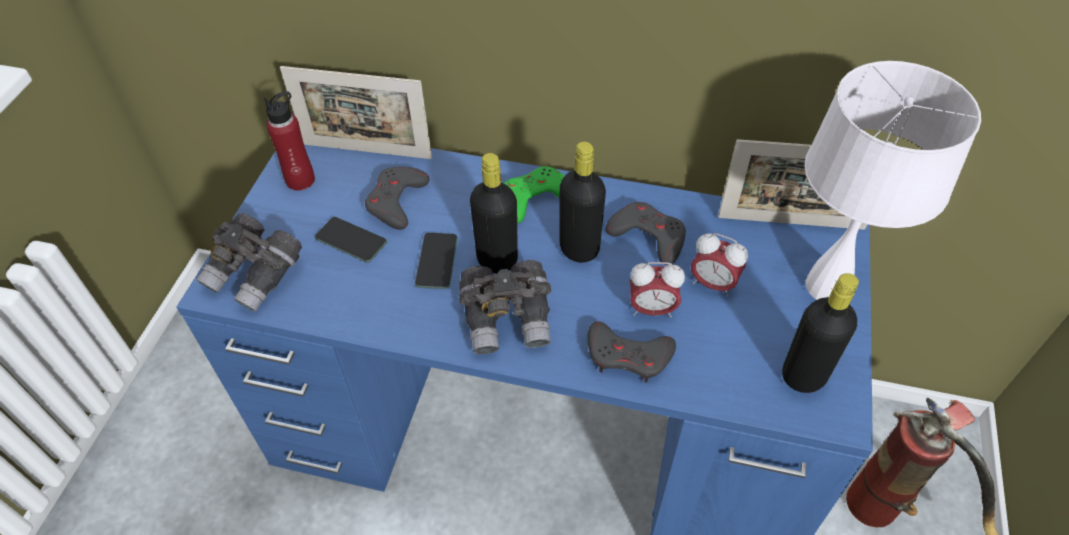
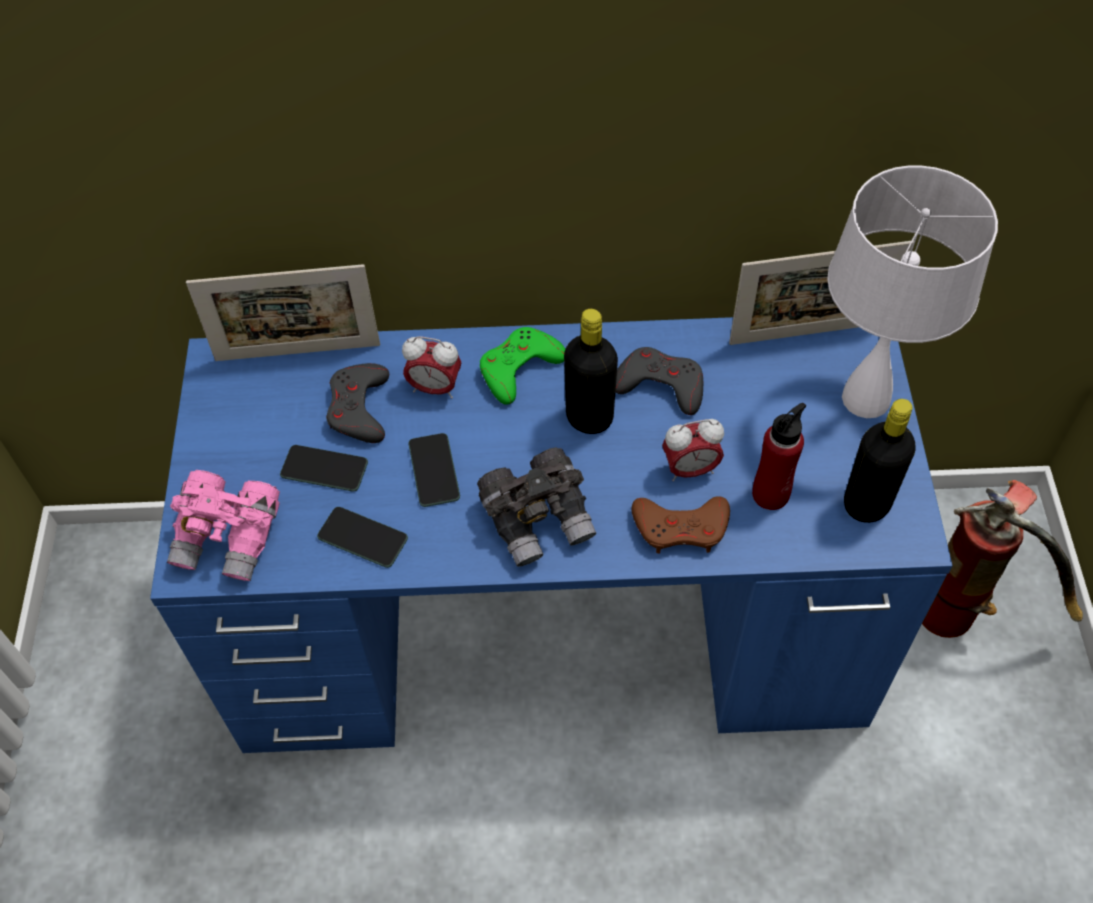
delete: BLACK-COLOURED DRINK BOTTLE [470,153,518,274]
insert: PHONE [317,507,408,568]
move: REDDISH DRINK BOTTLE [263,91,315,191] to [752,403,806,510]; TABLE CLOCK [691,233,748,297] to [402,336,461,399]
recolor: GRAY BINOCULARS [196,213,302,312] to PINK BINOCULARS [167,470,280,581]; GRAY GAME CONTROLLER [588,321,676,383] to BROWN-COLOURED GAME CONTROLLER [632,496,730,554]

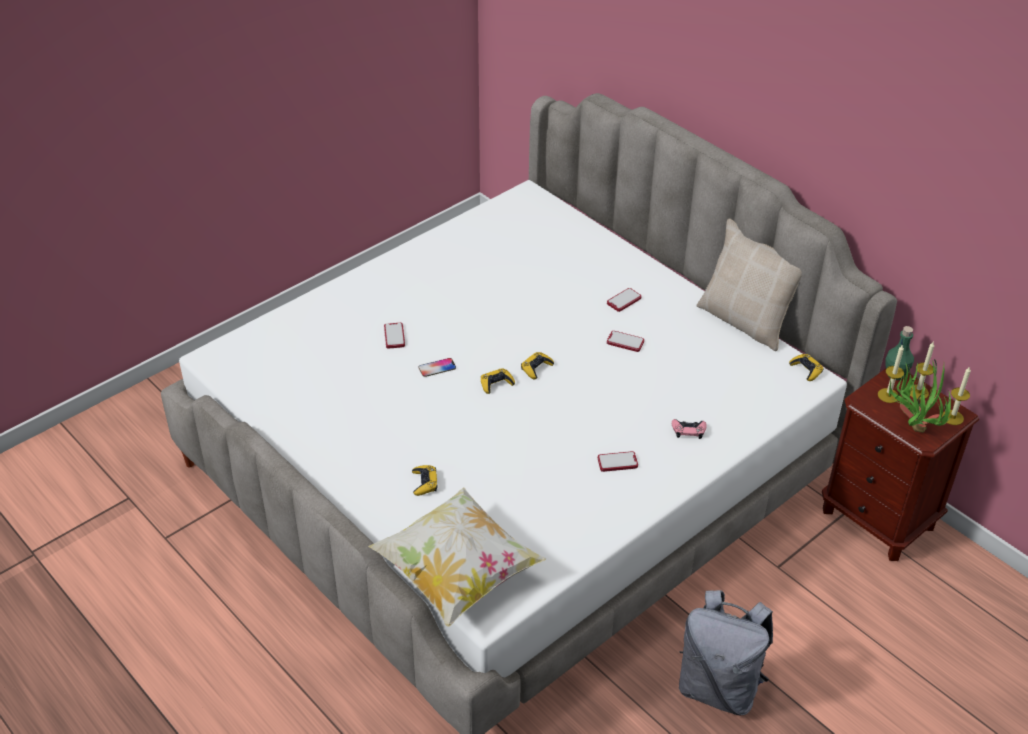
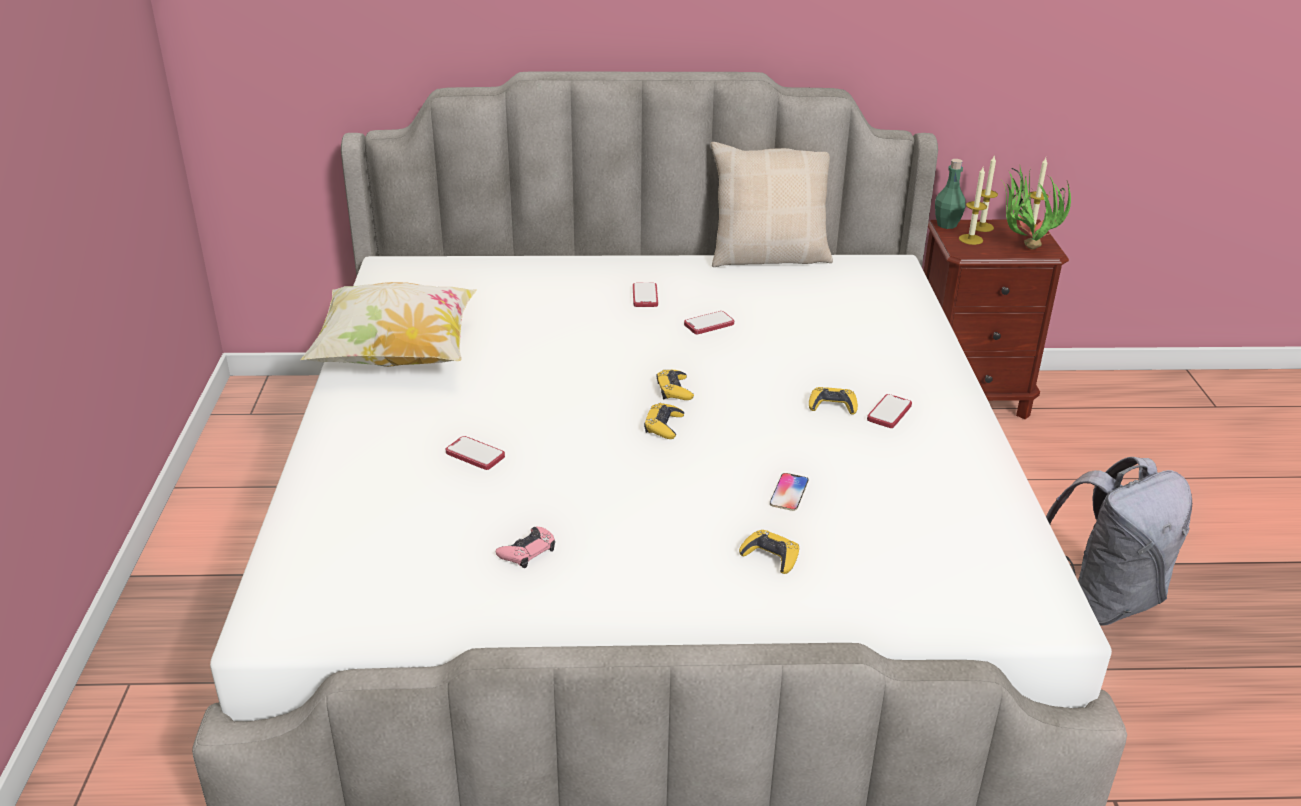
move: THROW PILLOW [368,487,546,627] to [300,282,477,367]; PHONE [419,358,456,377] to [770,473,809,511]; PINK GAME CONTROLLER [672,419,707,439] to [496,527,555,568]; YELLOWISH GAME CONTROLLER [789,354,824,381] to [809,387,858,415]

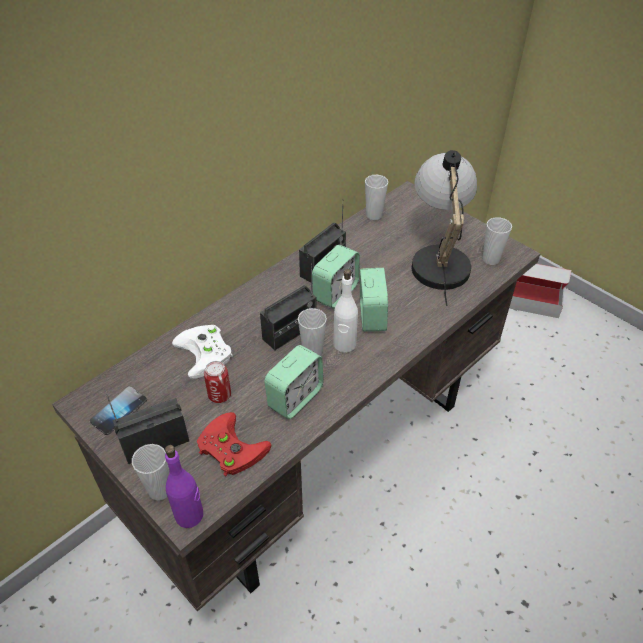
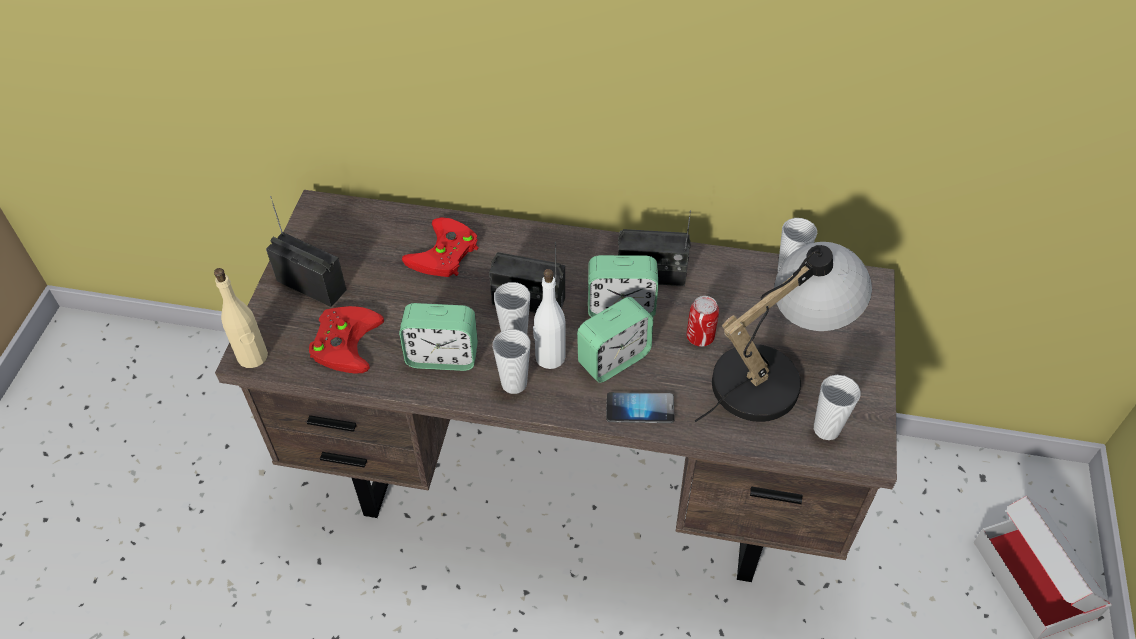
move: PHONE [90,386,147,435] to [606,392,674,423]; CUP [132,444,169,500] to [493,329,530,394]; METAL CAN [204,361,231,403] to [686,296,719,347]
recolor: PURPLISH DRINK BOTTLE [165,445,203,528] to BEIGE-COLOURED DRINK BOTTLE [214,268,268,368]; WHITE-COLOURED GAME CONTROLLER [172,325,233,379] to REDDISH GAME CONTROLLER [402,217,478,277]

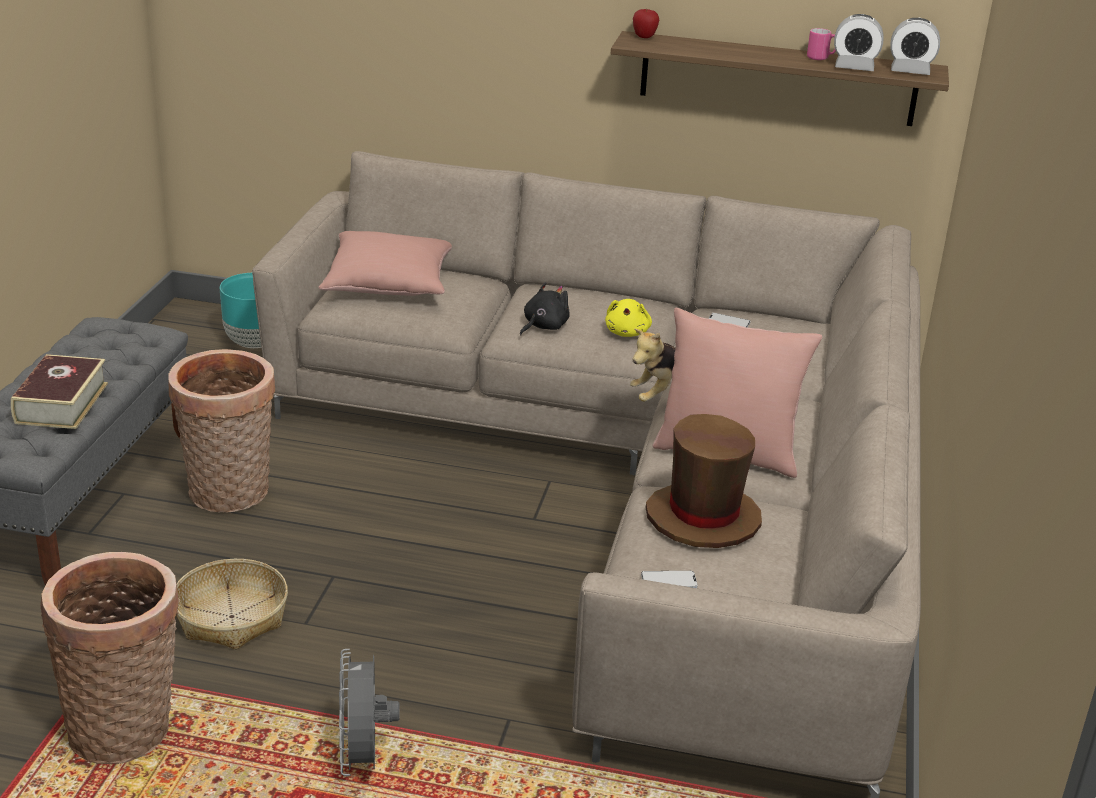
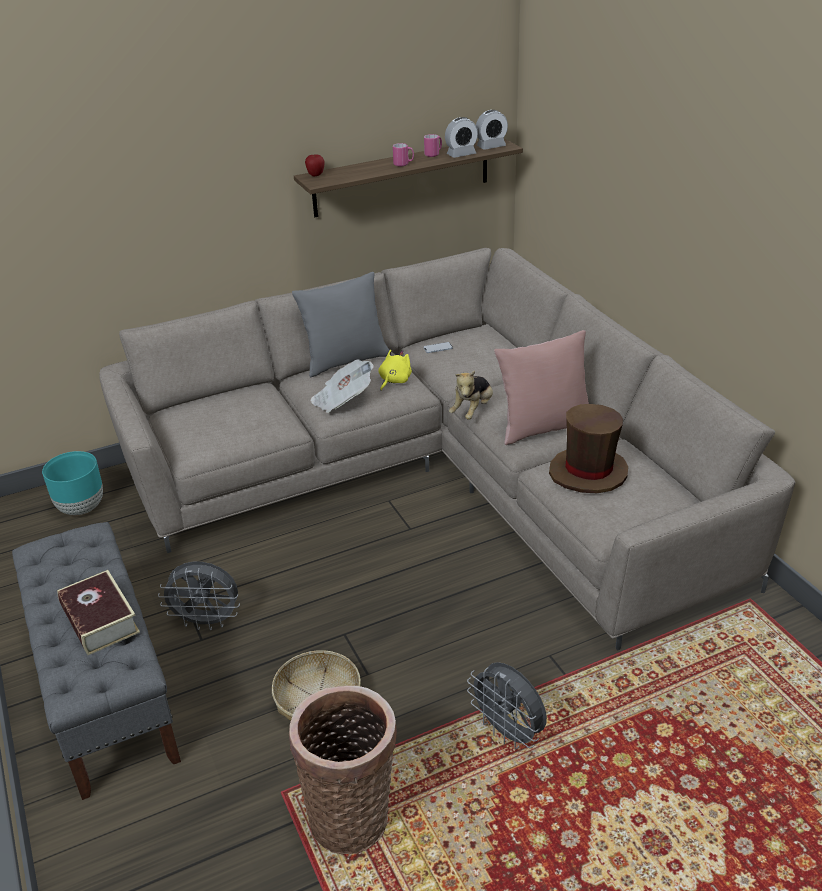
delete: PINK THROW PILLOW [318,231,452,296]; PHONE [641,571,698,588]
insert: GRAY THROW PILLOW [292,272,391,377]; PINK TEA MUG [393,143,414,166]
replace: HOUSEHOLD BASKET [168,349,275,512] to GRAY ELECTRIC FAN [158,562,240,630]; BLACK-COLOURED PLUSH TOY [520,282,569,335] to PRINTED PAPER [310,360,374,413]
rotate: YELLOWISH PLUSH TOY [605,299,652,337] = [379,350,412,391] 120 degrees counterclockwise

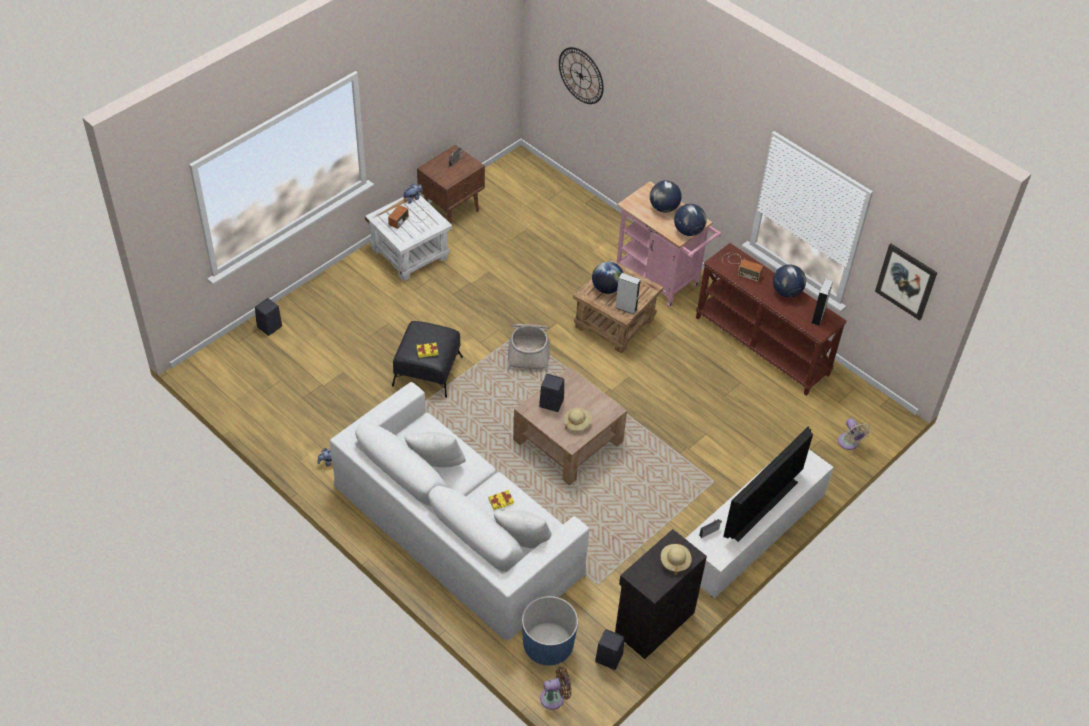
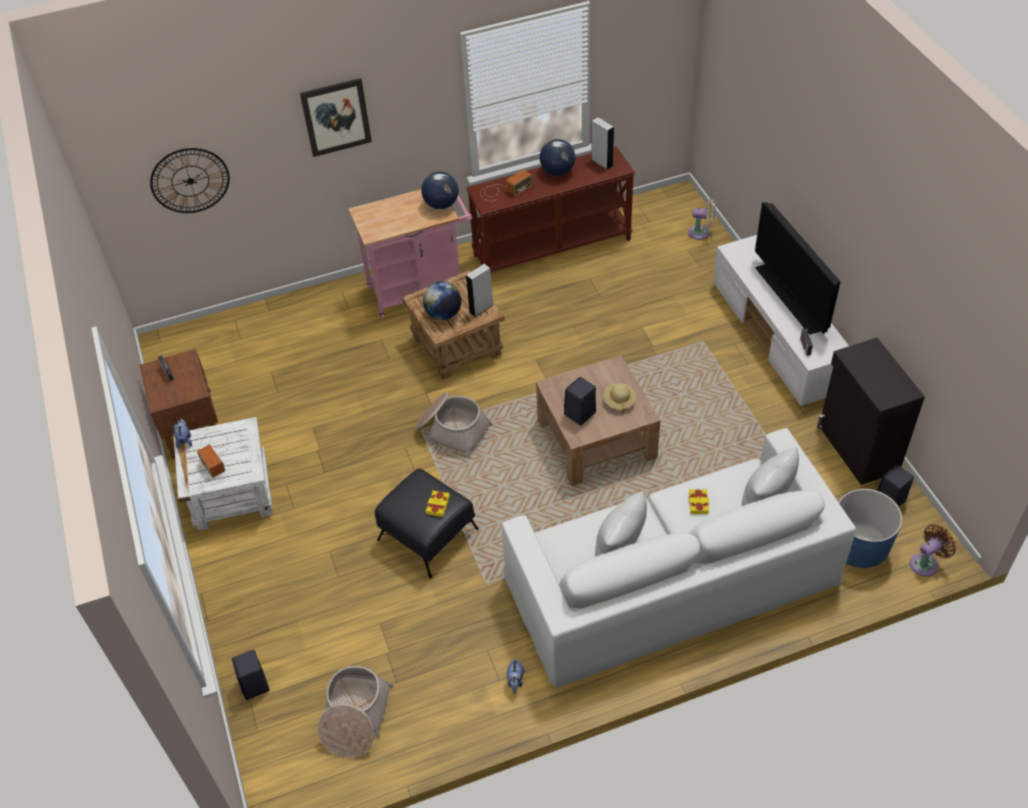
delete: WORLD GLOBE [650,181,682,213]; BEIGE-COLOURED HAT [661,544,692,575]
insert: HOUSEHOLD BASKET [318,666,393,758]
move: WALL ART [875,244,937,321] to [300,78,372,157]
rotate: BROWN-COLOURED ELECTRIC FAN [540,666,571,710] = [910,524,956,577] 45 degrees clockwise

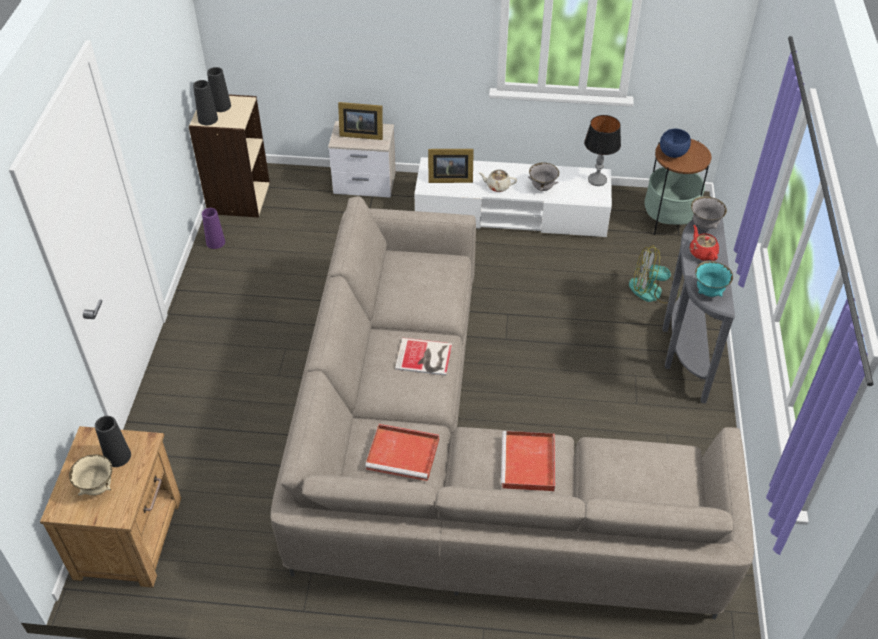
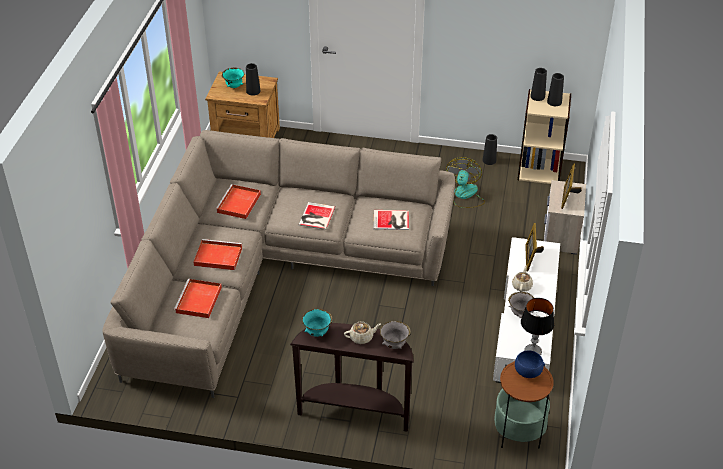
insert: REDDISH SERVING TRAY [174,279,222,318]; BOOK [373,210,409,230]
move: ELECTRIC FAN [629,245,679,303] to [446,157,485,208]
recolor: BEIGE-COLOURED BOWL [69,454,112,495] to TURQUOISE BOWL [222,68,244,88]; PURPLISH DECORATIVE VASE [202,208,225,249] to BLACK-COLOURED DECORATIVE VASE [482,134,497,165]; GRAY NARROW TABLE [663,218,735,403] to BROWN-COLOURED NARROW TABLE [290,323,414,432]; REDDISH POT FOR TEA [690,225,719,261] to BEIGE-COLOURED POT FOR TEA [344,321,381,344]

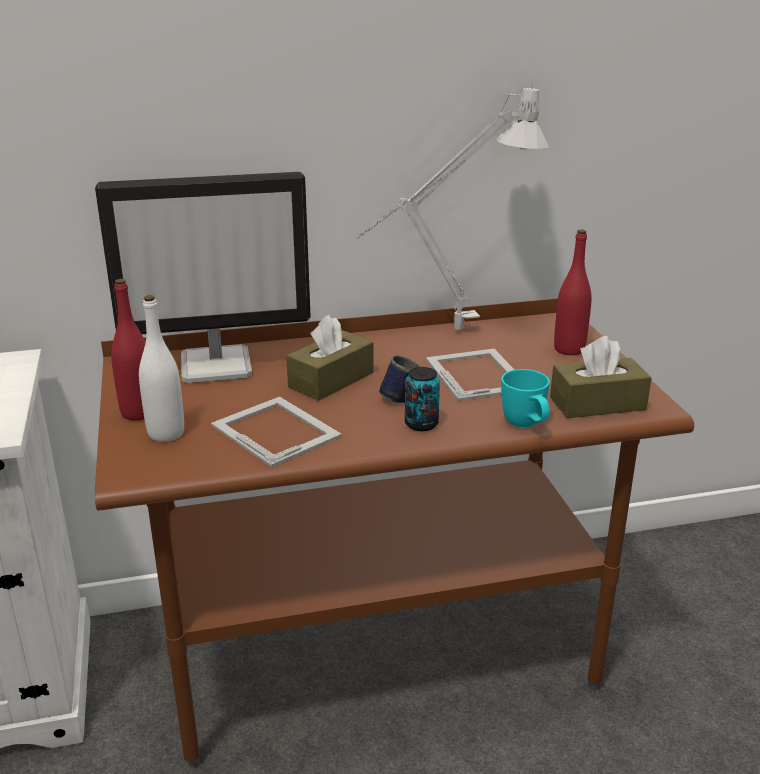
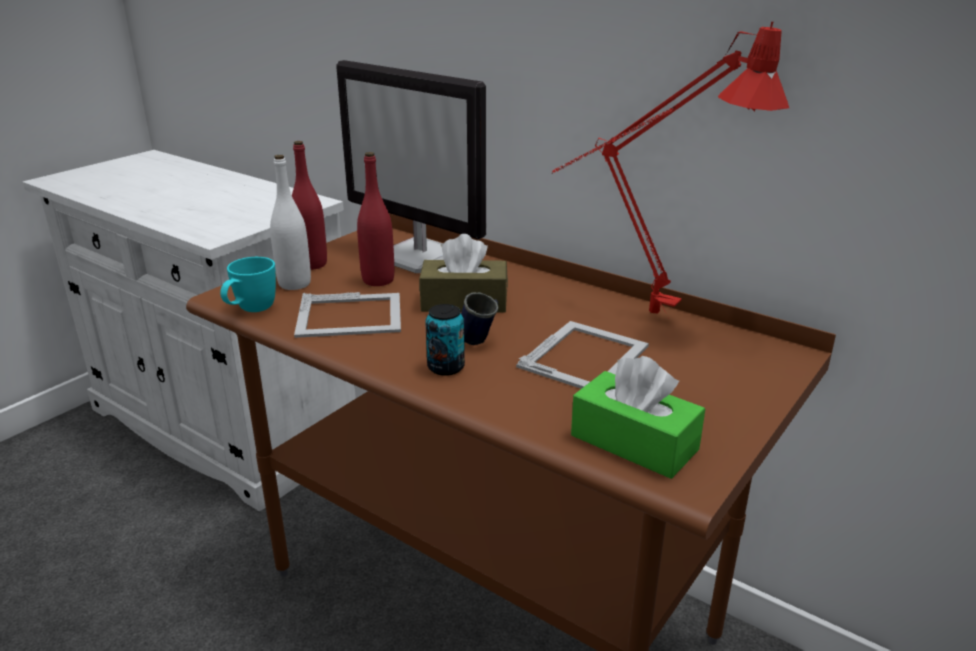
move: TURQUOISE TEA MUG [501,369,550,427] to [220,257,276,312]; REDDISH DRINK BOTTLE [554,229,591,355] to [357,152,394,286]
recolor: GRAY TABLETOP LAMP [354,85,549,330] to REDDISH TABLETOP LAMP [552,22,789,313]; BROWN-COLOURED TISSUE HOLDER [550,336,652,418] to GREENISH TISSUE HOLDER [571,356,705,479]
rotate: STANDING FRAME [211,397,342,467] = [294,292,401,338] 75 degrees clockwise

